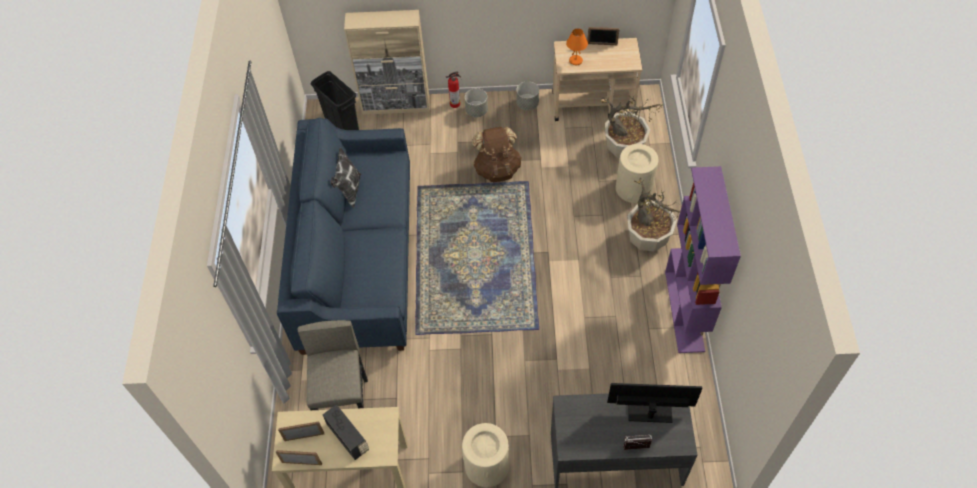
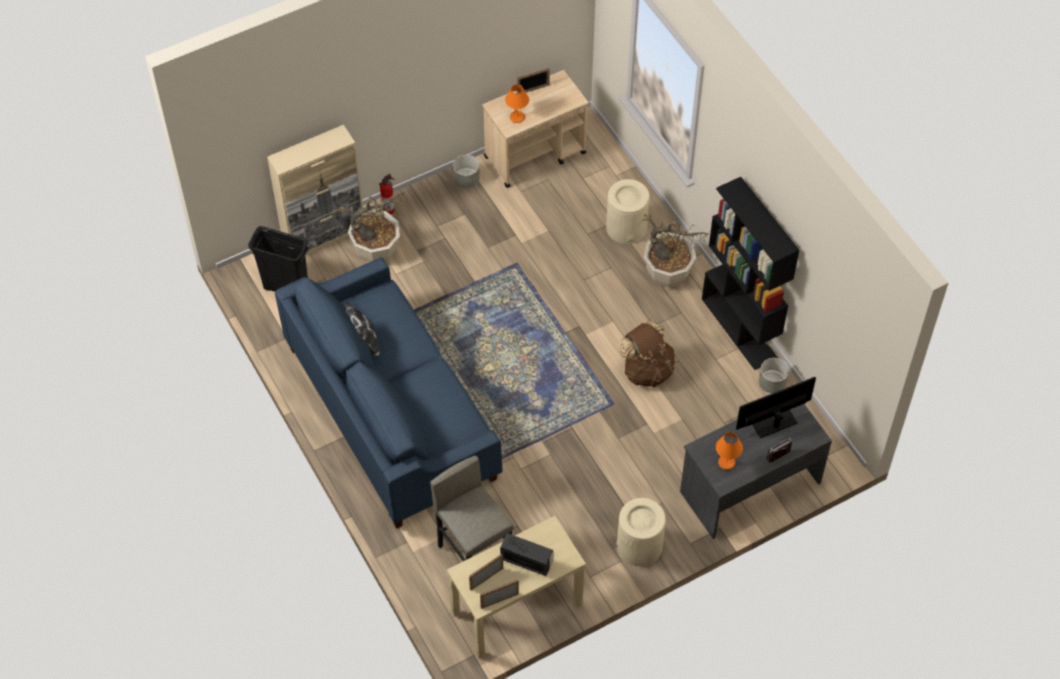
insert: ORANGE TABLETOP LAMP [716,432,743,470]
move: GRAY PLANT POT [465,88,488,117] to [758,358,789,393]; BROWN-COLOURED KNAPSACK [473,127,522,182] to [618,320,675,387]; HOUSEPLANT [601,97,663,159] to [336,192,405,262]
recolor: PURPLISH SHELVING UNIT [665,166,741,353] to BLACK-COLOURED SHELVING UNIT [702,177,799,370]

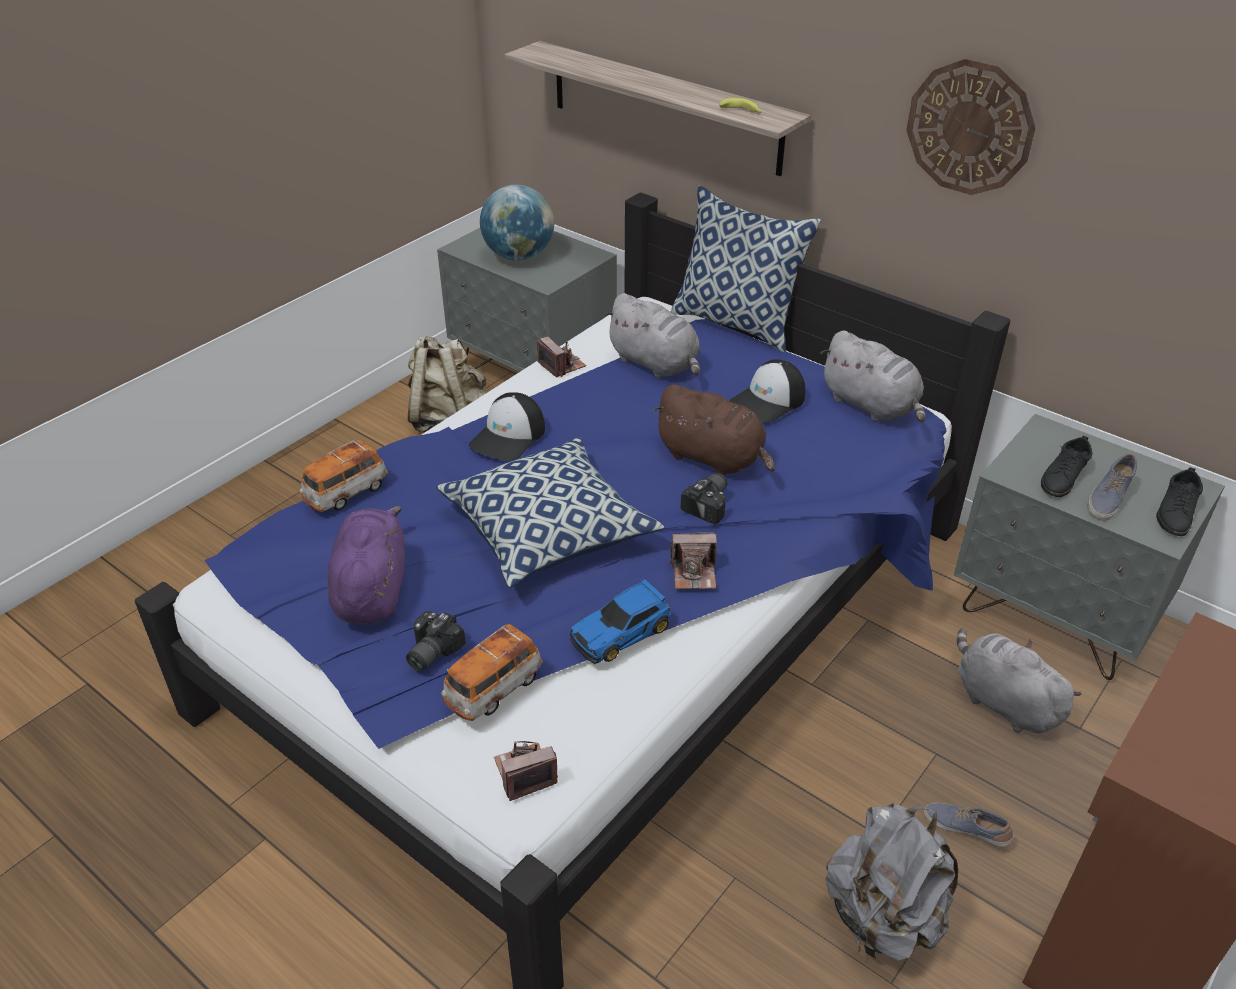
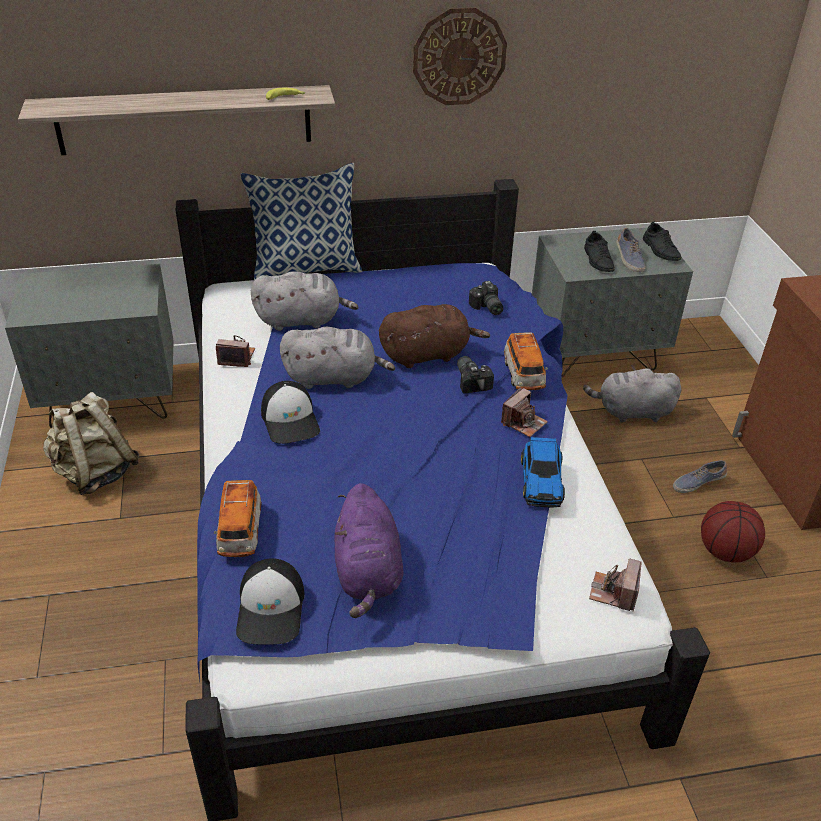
delete: THROW PILLOW [436,437,664,588]; WORLD GLOBE [480,184,554,261]
move: STILL CAMERA [406,611,466,672] to [469,281,503,315]; MODEL CAR [441,624,543,721] to [504,332,548,390]; BASEBALL CAP [729,359,806,423] to [236,558,305,645]; GRAY PLUSH TOY [821,331,925,423] to [280,327,395,389]
replace: GRAY KNAPSACK [825,803,958,960] to BASKETBALL BALL [701,501,765,563]
rotate: PURPLISH PLUSH TOY [327,506,405,624] = [335,483,404,618] 135 degrees counterclockwise

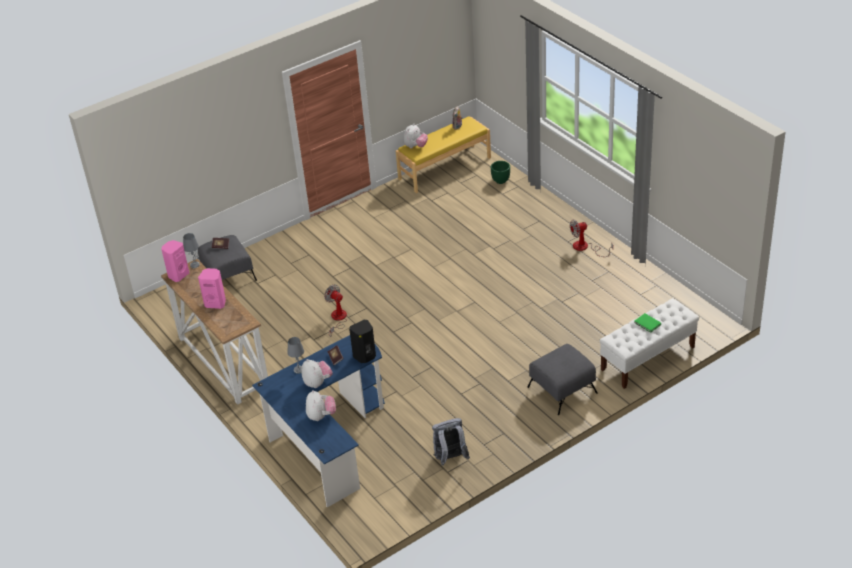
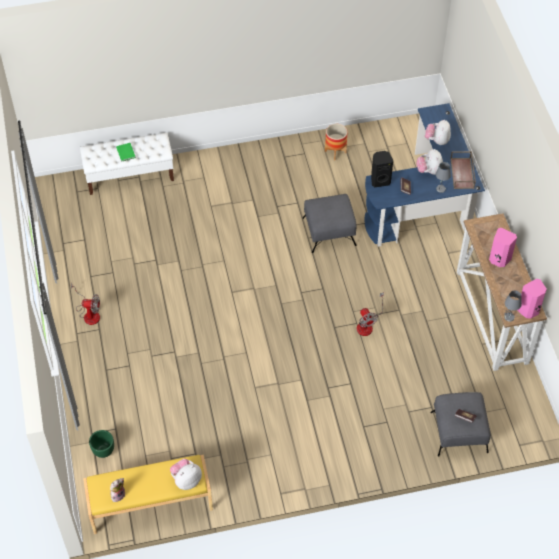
insert: BROWN-COLOURED SERVING TRAY [450,151,476,189]
move: GRAY POUFFE [527,344,597,415] to [303,194,357,253]
replace: GRAY KNAPSACK [432,418,470,466] to PLANT POT [325,124,347,160]

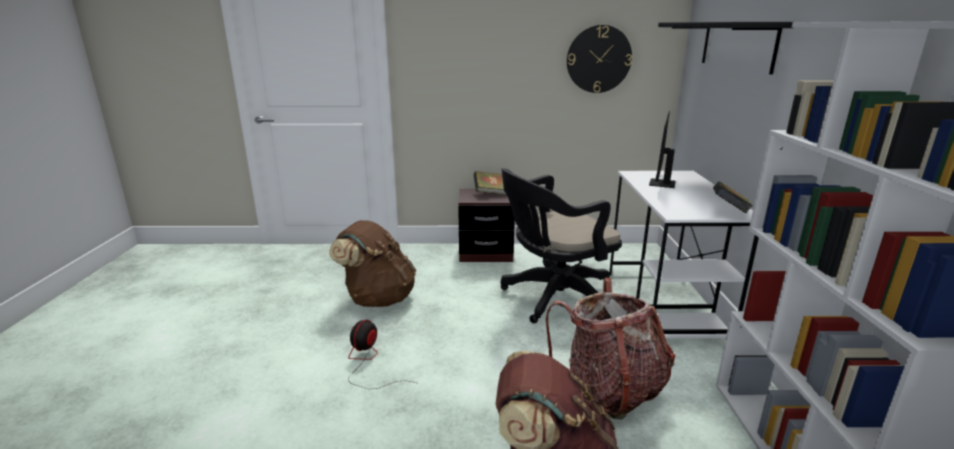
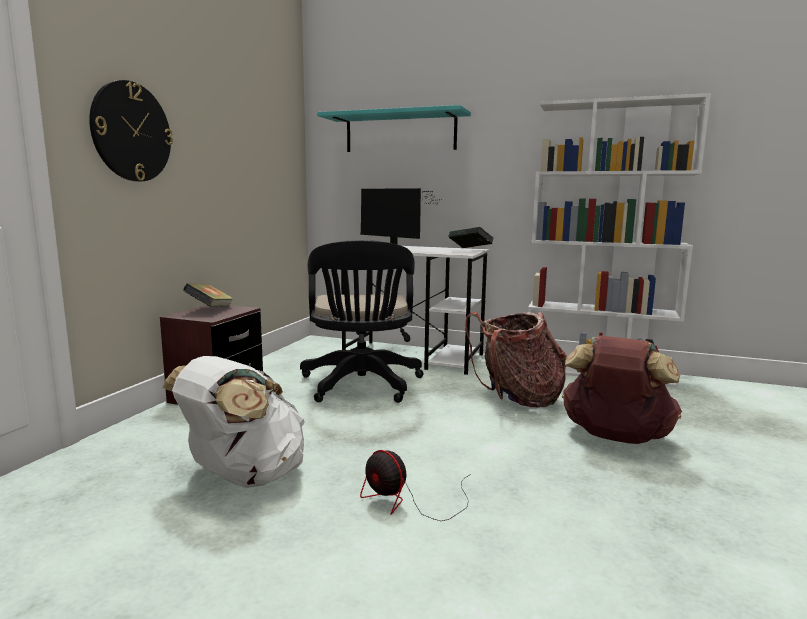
move: WALL CLOCK [567,25,632,93] to [89,80,173,181]
recolor: BROWN-COLOURED KNAPSACK [329,220,416,307] to WHITE-COLOURED KNAPSACK [162,356,304,488]; BLACK-COLOURED SHELF [658,22,793,74] to TURQUOISE SHELF [317,105,471,152]

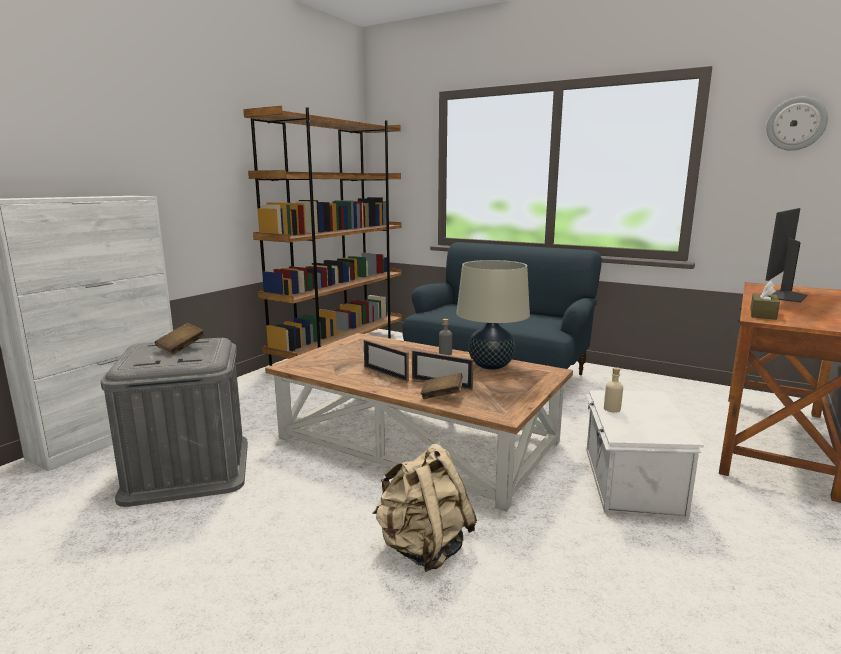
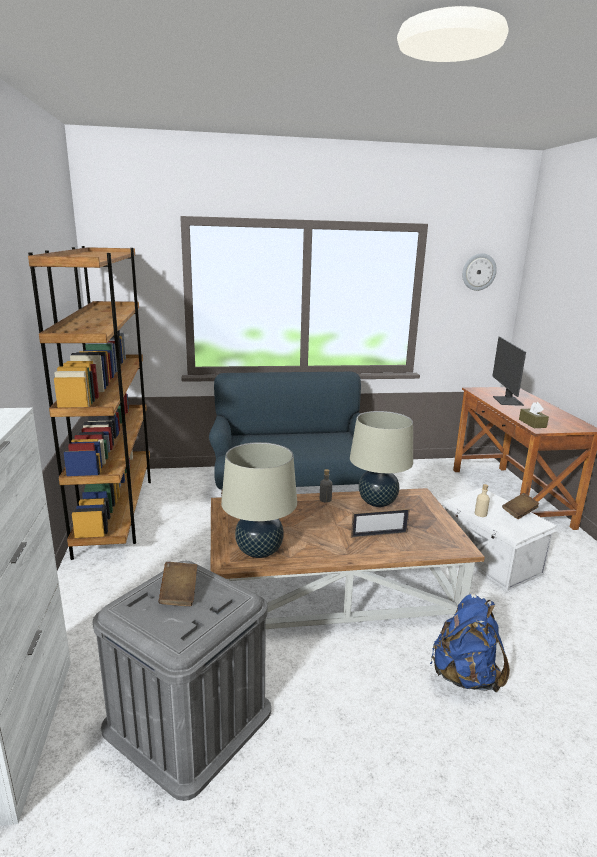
delete: STANDING FRAME [364,339,409,382]
insert: BEIGE-COLOURED TABLETOP LAMP [221,442,297,558]
move: BROWN-COLOURED BOOK [421,373,463,399] to [502,493,540,519]
recolor: BEIGE-COLOURED KNAPSACK [373,444,477,572] to BLUE KNAPSACK [430,594,510,692]

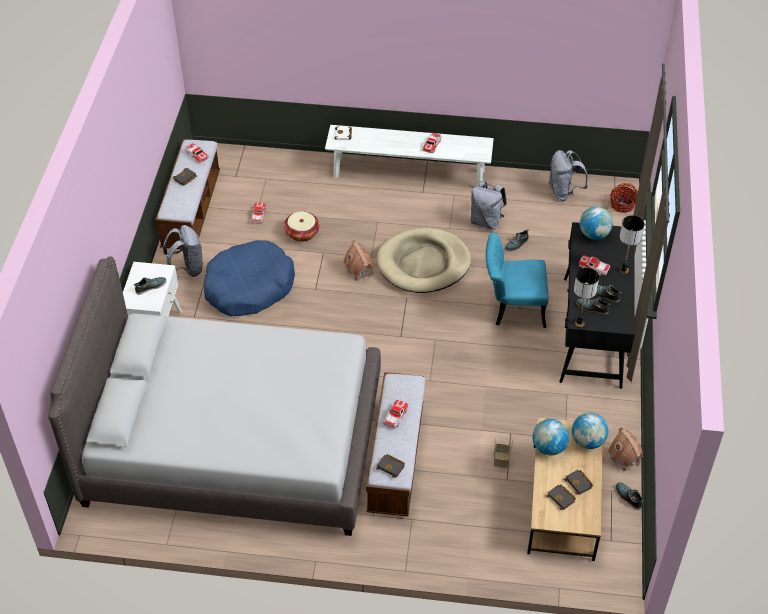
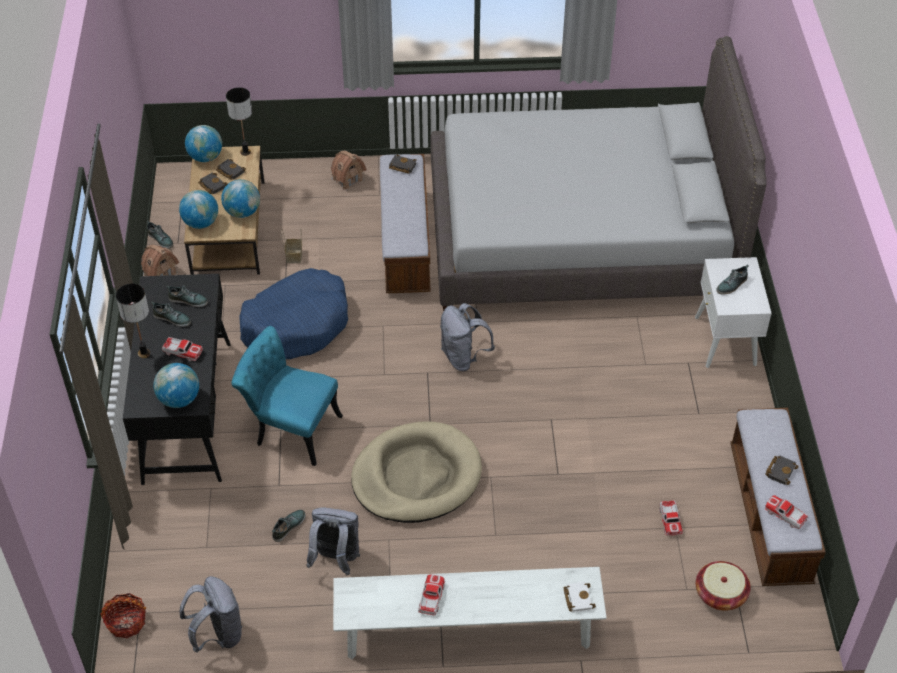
delete: MODEL CAR [383,400,408,429]
insert: WORLD GLOBE [185,125,222,162]
move: GRAY KNAPSACK [163,225,204,277] to [440,303,495,371]; BLUE PET BED [204,240,295,316] to [239,268,348,359]; HOUSEHOLD BASKET [284,211,320,242] to [696,561,751,611]; MINIATURE HOUSE [343,239,374,281] to [331,151,367,190]; TABLETOP LAMP [574,268,599,327] to [226,87,252,156]
rotate: TURQUOISE PLAIN CHAIR [486,232,548,328] = [232,326,343,466] 150 degrees counterclockwise

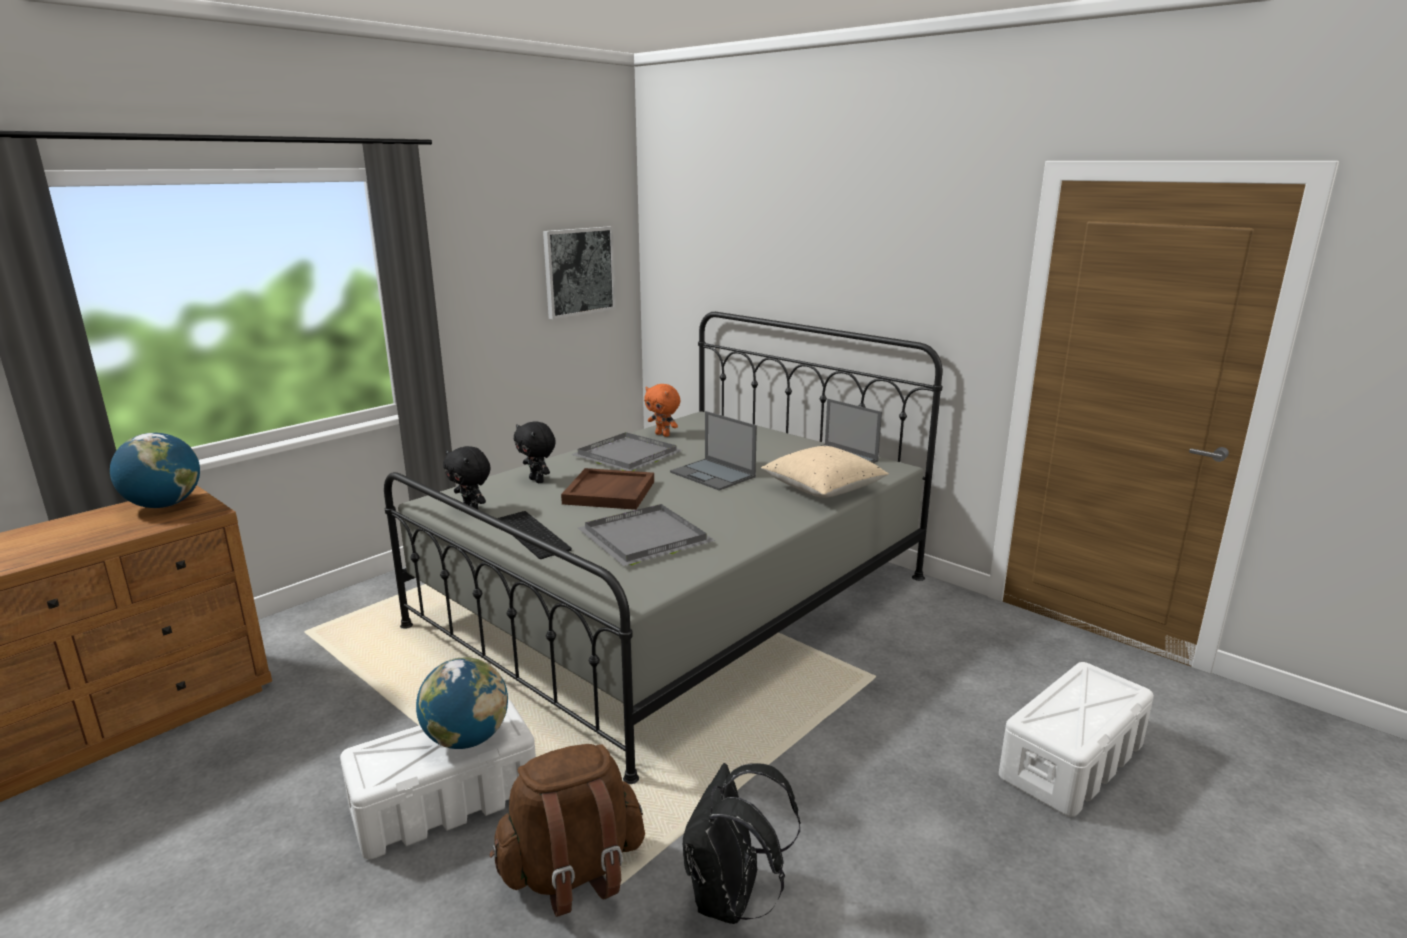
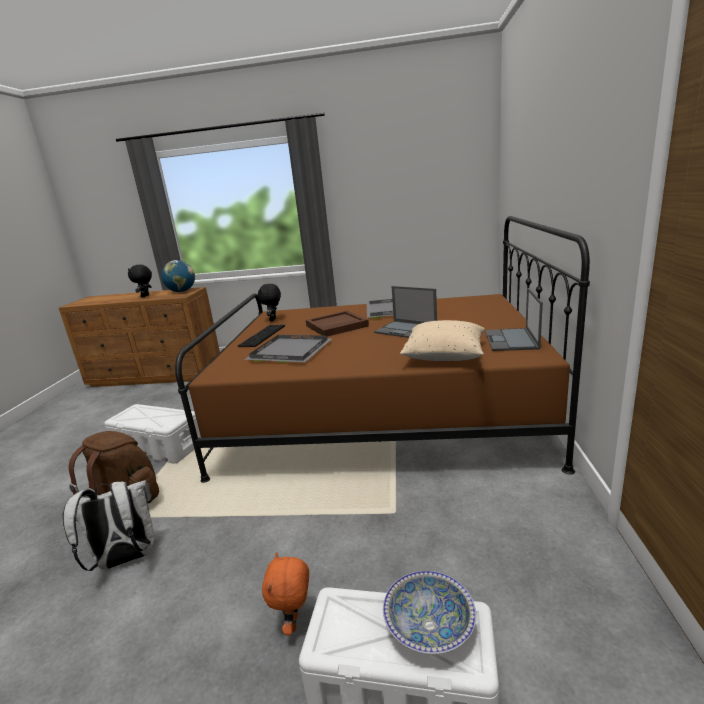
delete: WORLD GLOBE [416,657,508,749]; WALL ART [543,226,616,319]
insert: BOWL [383,571,476,655]
move: BLACK-COLOURED PLUSH TOY [514,421,556,483] to [128,265,152,297]; ORANGE PLUSH TOY [644,384,680,437] to [262,552,309,635]
recolor: GRAY BEDROOM BED [384,312,943,784] to BROWN-COLOURED BEDROOM BED [175,216,590,483]; BLACK-COLOURED KNAPSACK [683,763,801,924] to WHITE-COLOURED KNAPSACK [63,480,154,571]
rotate: LAPTOP [670,411,757,491] = [374,286,437,338] 60 degrees counterclockwise

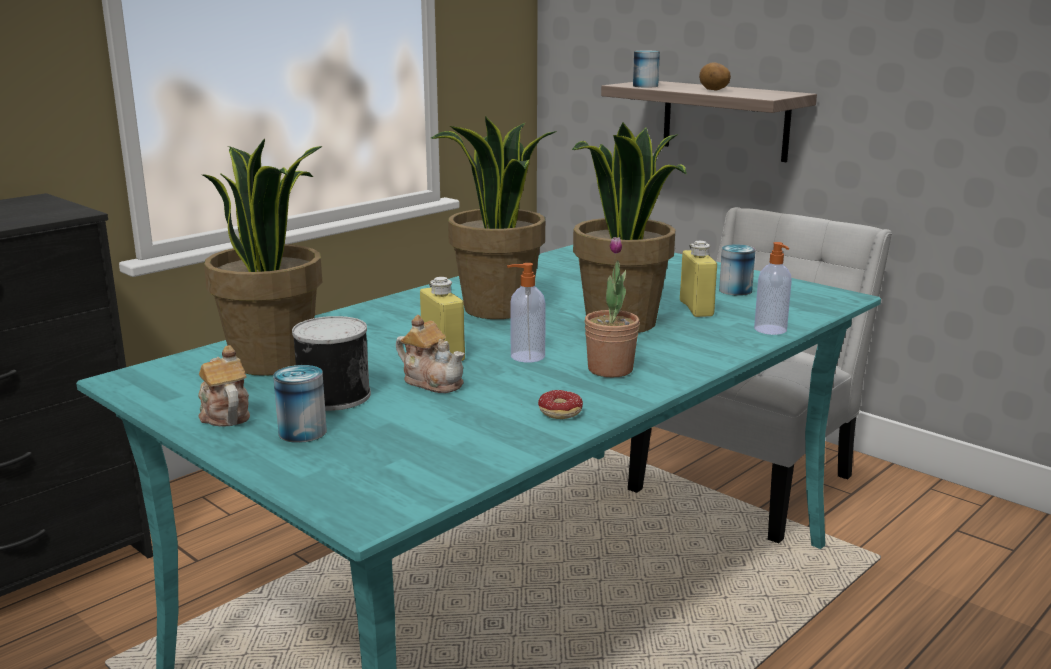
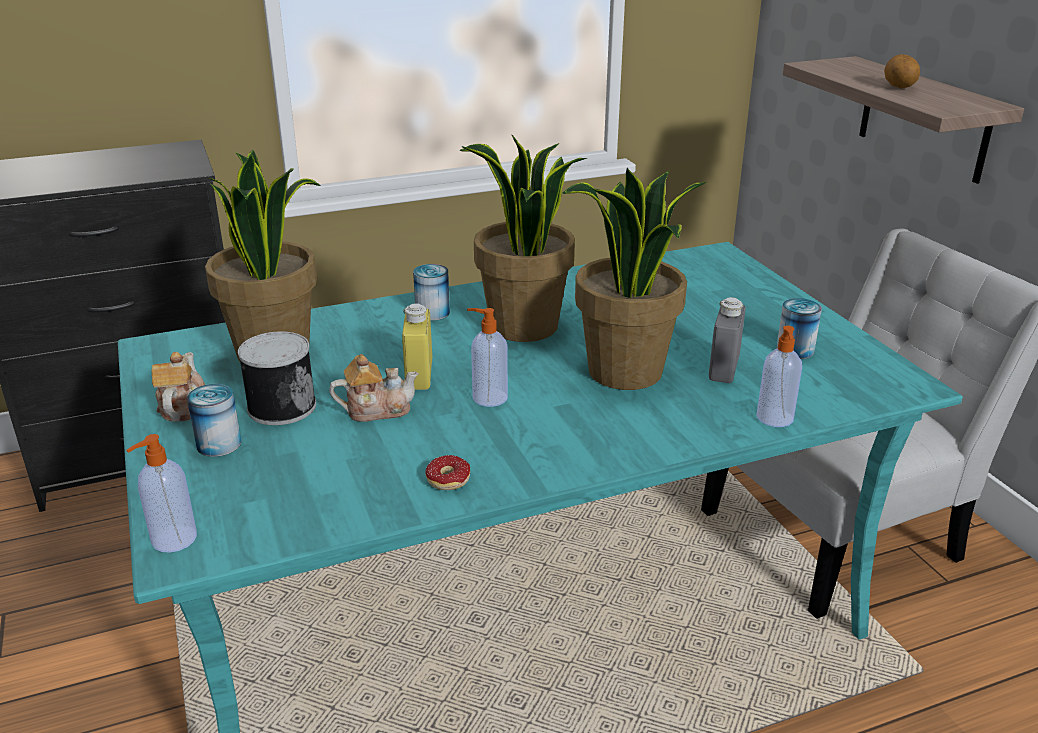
delete: HOUSEPLANT [584,237,640,377]
insert: SOAP DISPENSER [126,434,197,553]
move: METAL CAN [633,51,660,87] to [413,264,450,321]
recolor: YELLOWISH DRINK BOTTLE [680,241,717,317] to GRAY DRINK BOTTLE [709,297,745,383]
rotate: POT FOR TEA [396,315,465,393] = [329,354,419,422] 75 degrees counterclockwise

